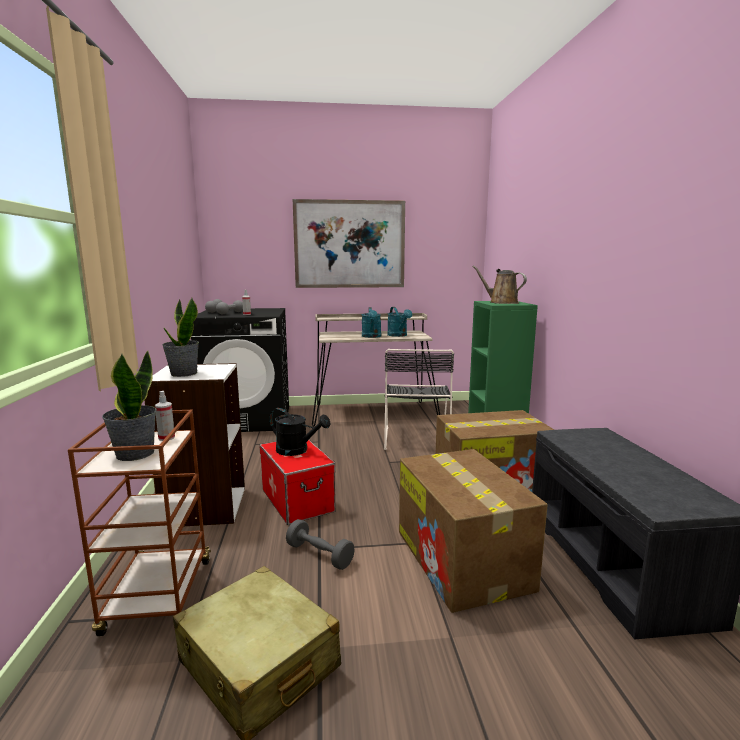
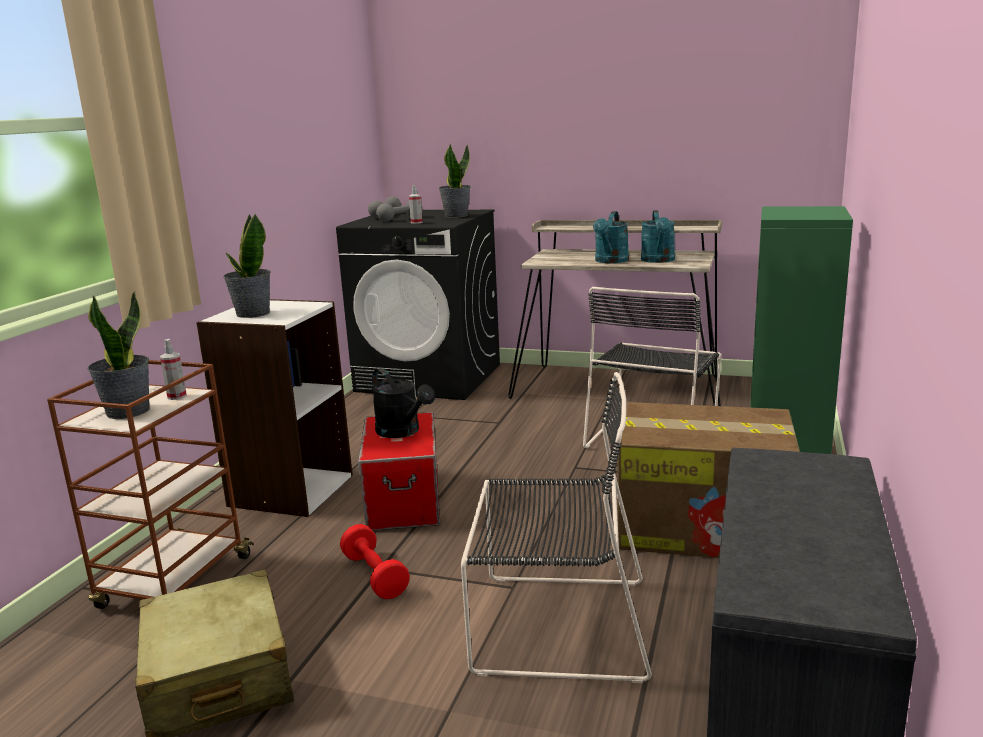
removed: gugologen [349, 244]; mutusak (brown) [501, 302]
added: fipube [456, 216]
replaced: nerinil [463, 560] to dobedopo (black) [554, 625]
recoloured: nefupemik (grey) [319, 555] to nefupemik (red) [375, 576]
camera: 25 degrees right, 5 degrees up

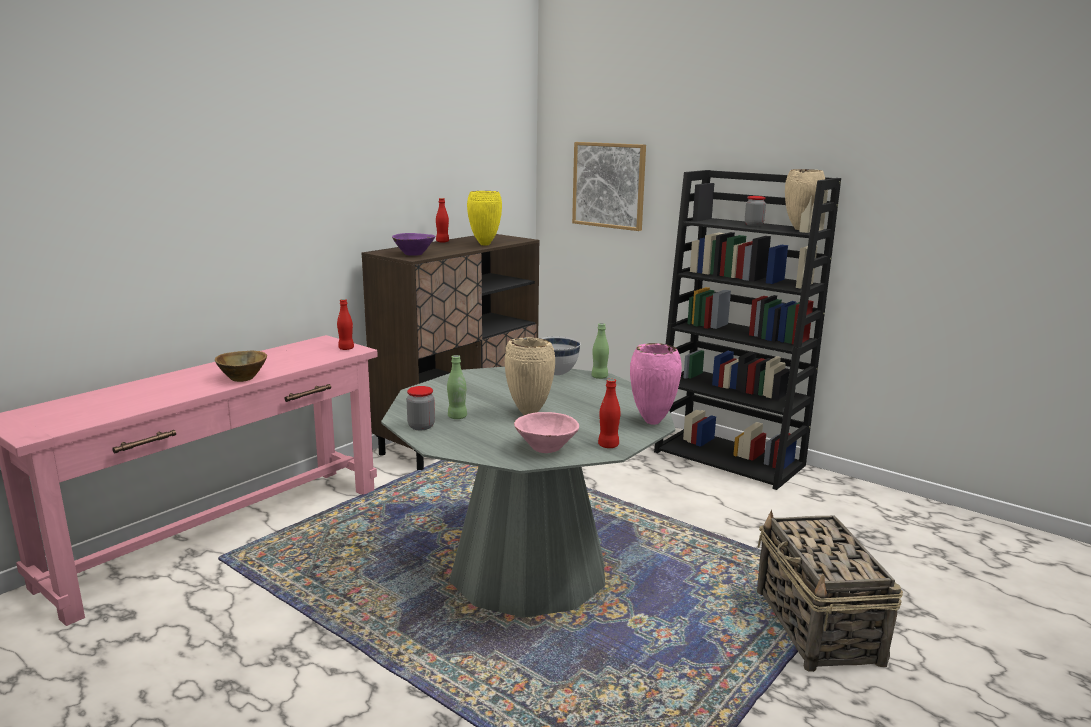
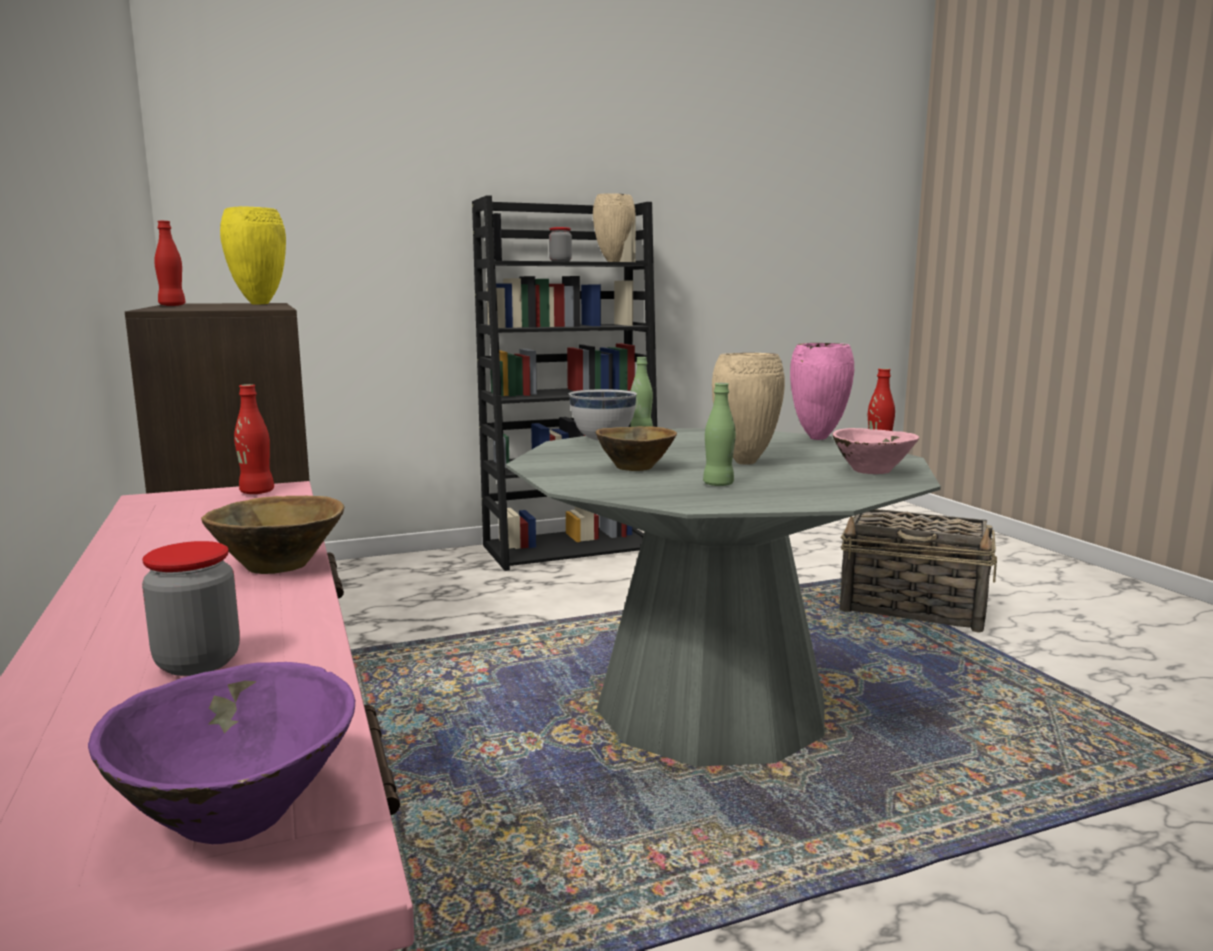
removed: gugologen [609, 185]
added: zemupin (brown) [636, 468]
moved: zemupin (purple) [414, 254] to [239, 813]; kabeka [421, 426] to [198, 662]
camera: 60 degrees left, 5 degrees down

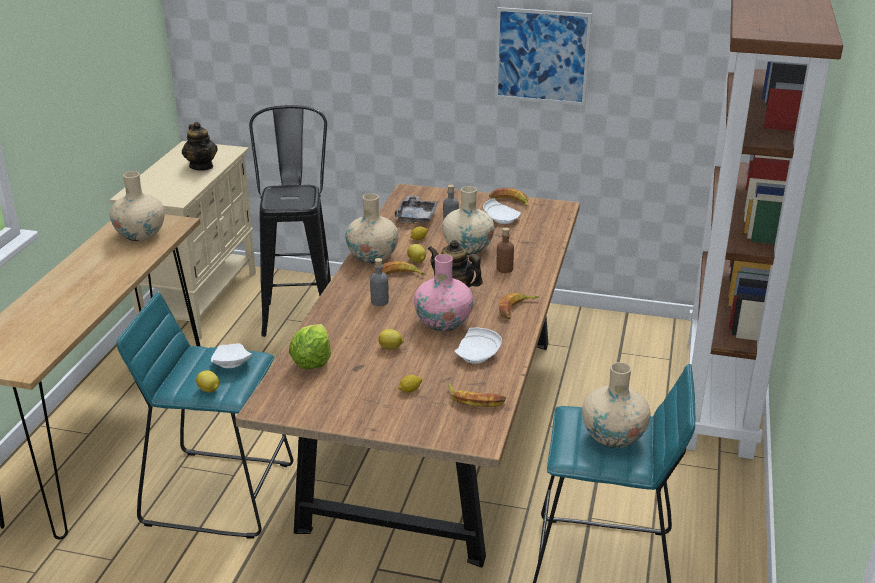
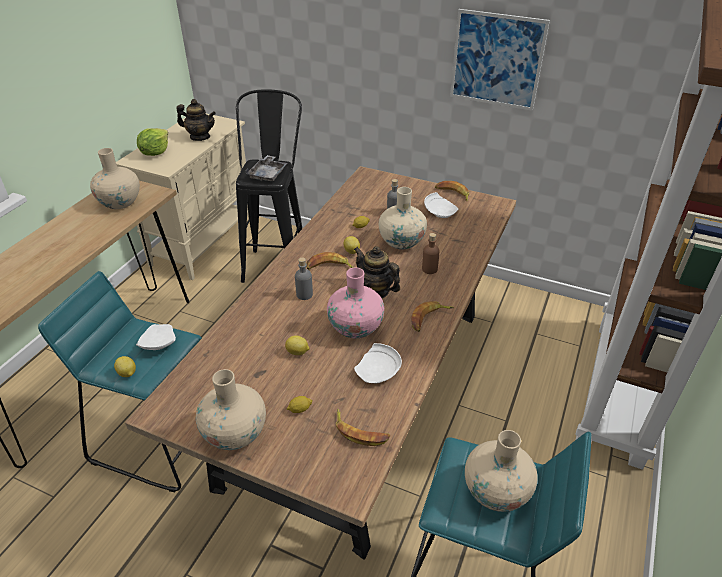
moved: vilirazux [312, 362] to [155, 152]; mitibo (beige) [372, 256] to [235, 433]; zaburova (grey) [416, 216] to [268, 174]
turned: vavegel [202, 166] = [200, 137] 60 degrees counterclockwise
camera: 10 degrees right, 10 degrees up

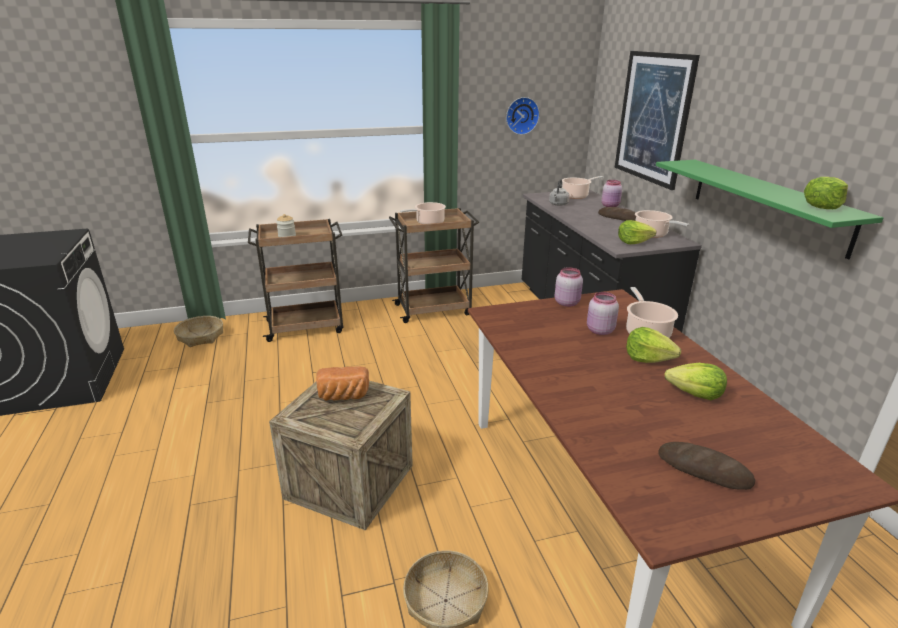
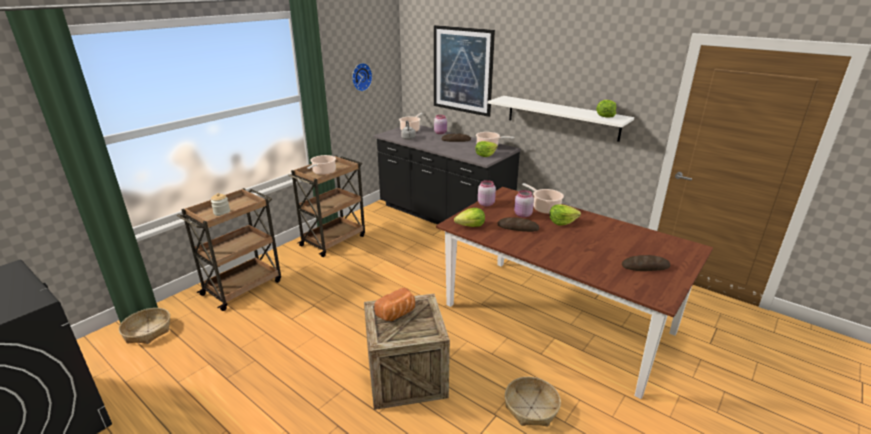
added: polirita [518, 227]
moved: vilirazux [695, 394] to [470, 226]
recoloured: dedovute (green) [766, 204] to dedovute (white) [562, 117]
camera: 35 degrees left, 0 degrees up

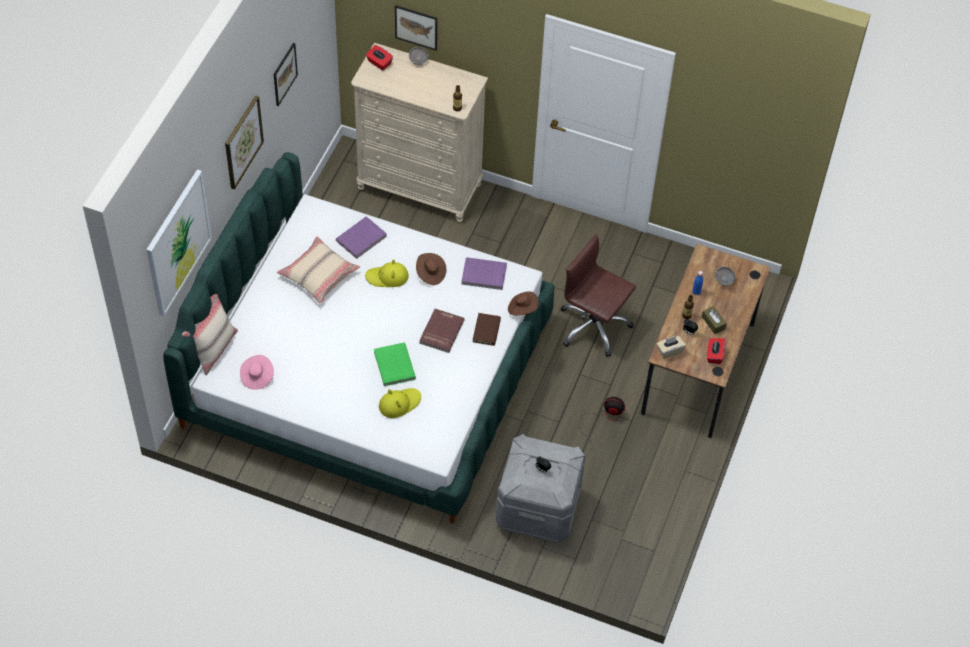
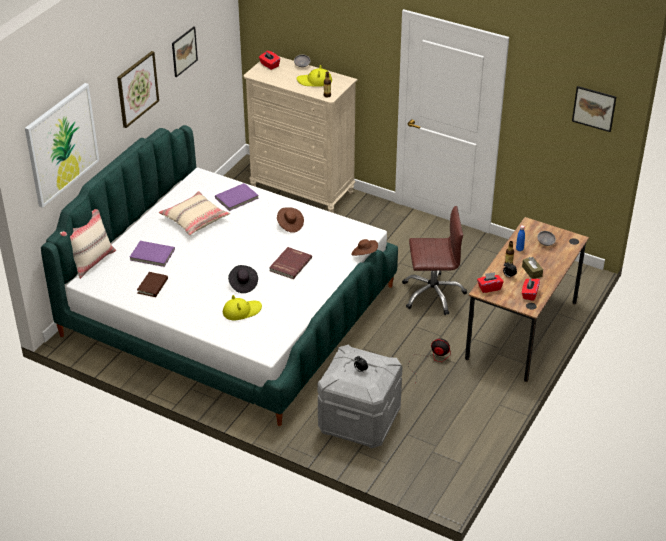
removed: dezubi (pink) [257, 377]
moved: dezubi (yellow) [387, 277] to [314, 81]; gugologen [416, 27] to [594, 108]; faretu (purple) [484, 275] to [152, 255]; faretu (brown) [486, 330] to [152, 286]
replaced: faretu (green) [393, 365] to dezubi (black) [243, 284]
recoloured: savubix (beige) [669, 351] to savubix (red) [489, 288]
turned: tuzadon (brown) [593, 327] = [432, 294] 135 degrees clockwise
camera: 10 degrees right, 15 degrees down

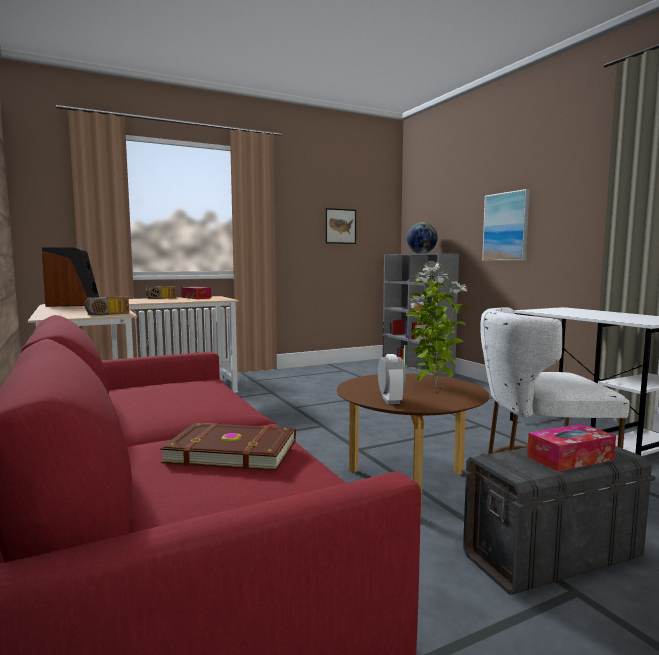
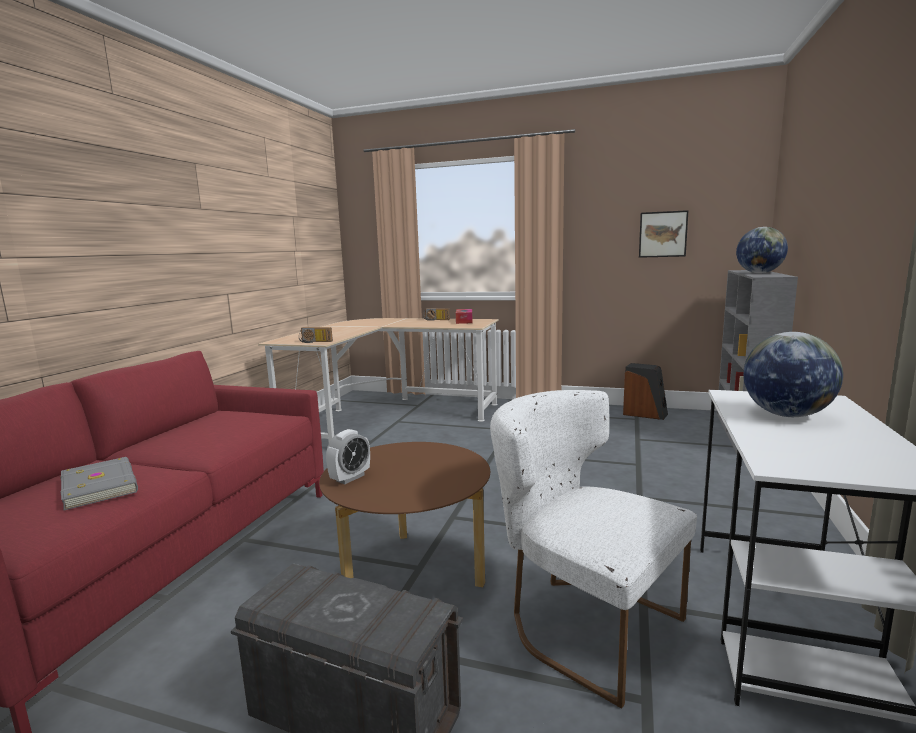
removed: fipube [433, 387]; gugologen [506, 226]; savubix [570, 458]
added: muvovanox [786, 415]
moved: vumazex [73, 305] to [645, 414]
recoloured: faretu (brown) [232, 450] to faretu (grey) [101, 485]
camera: 45 degrees right, 5 degrees up

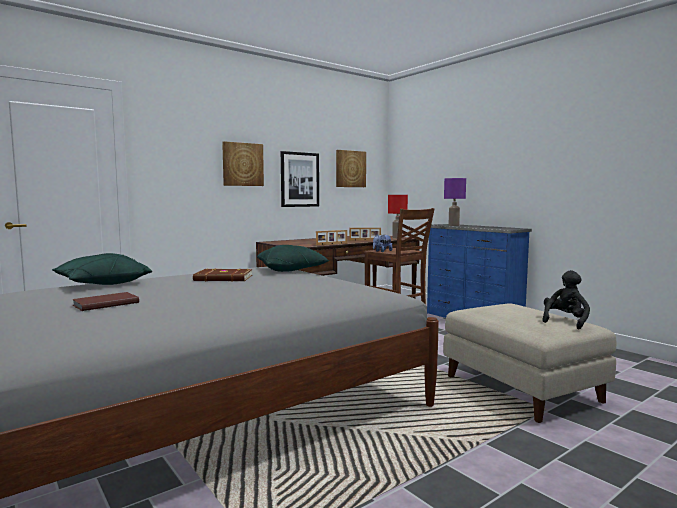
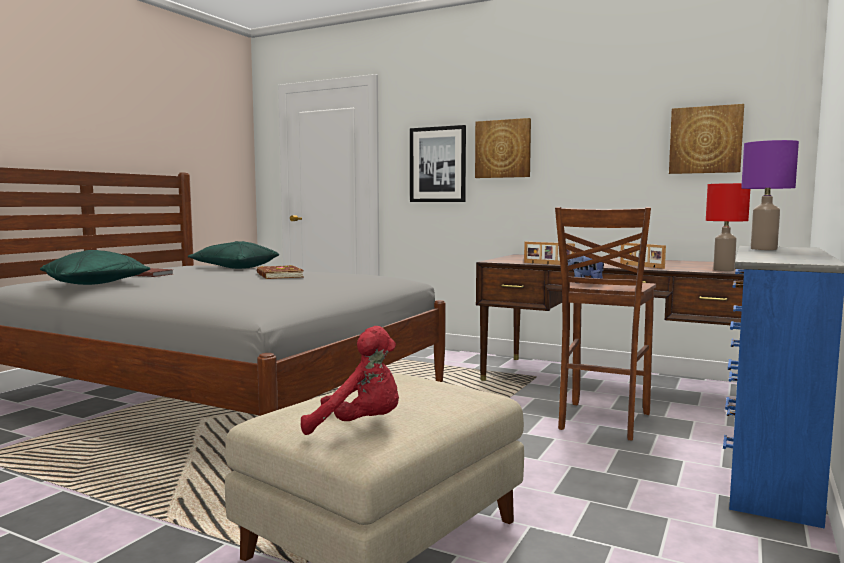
moved: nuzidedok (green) [292, 270] to [96, 284]; gugologen [299, 179] to [438, 164]
recoloured: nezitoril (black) [565, 321] to nezitoril (red) [359, 426]
camera: 65 degrees right, 0 degrees up

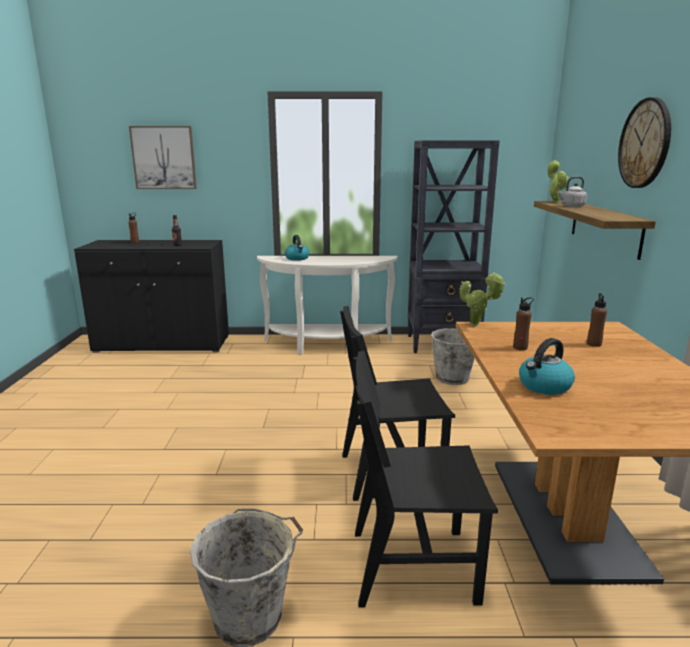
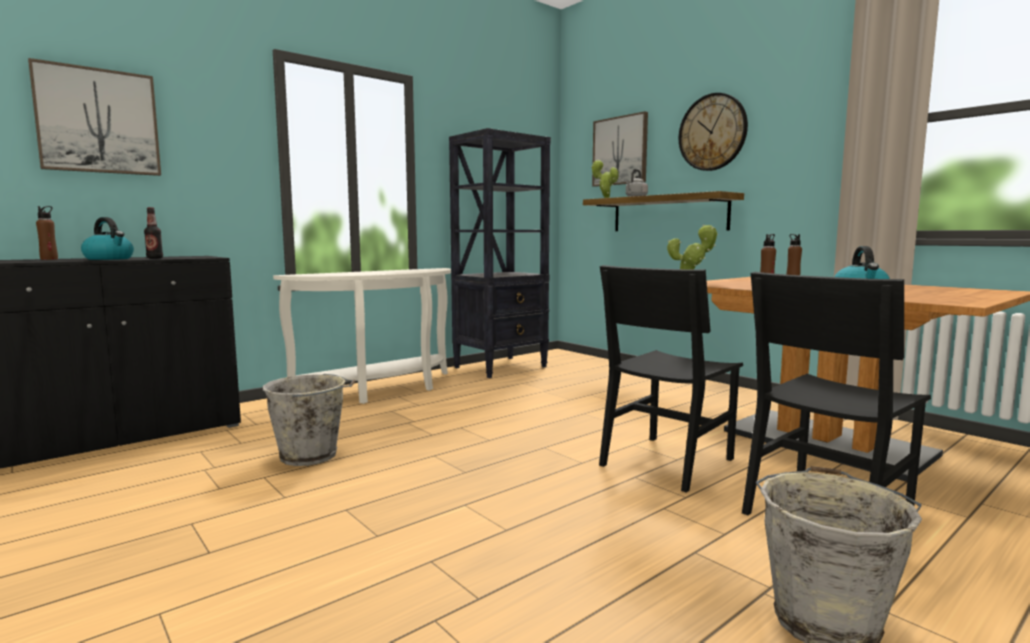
added: gugologen [620, 151]
moved: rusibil [297, 258] to [109, 259]; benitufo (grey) [453, 378] to [311, 456]
camera: 40 degrees left, 10 degrees down

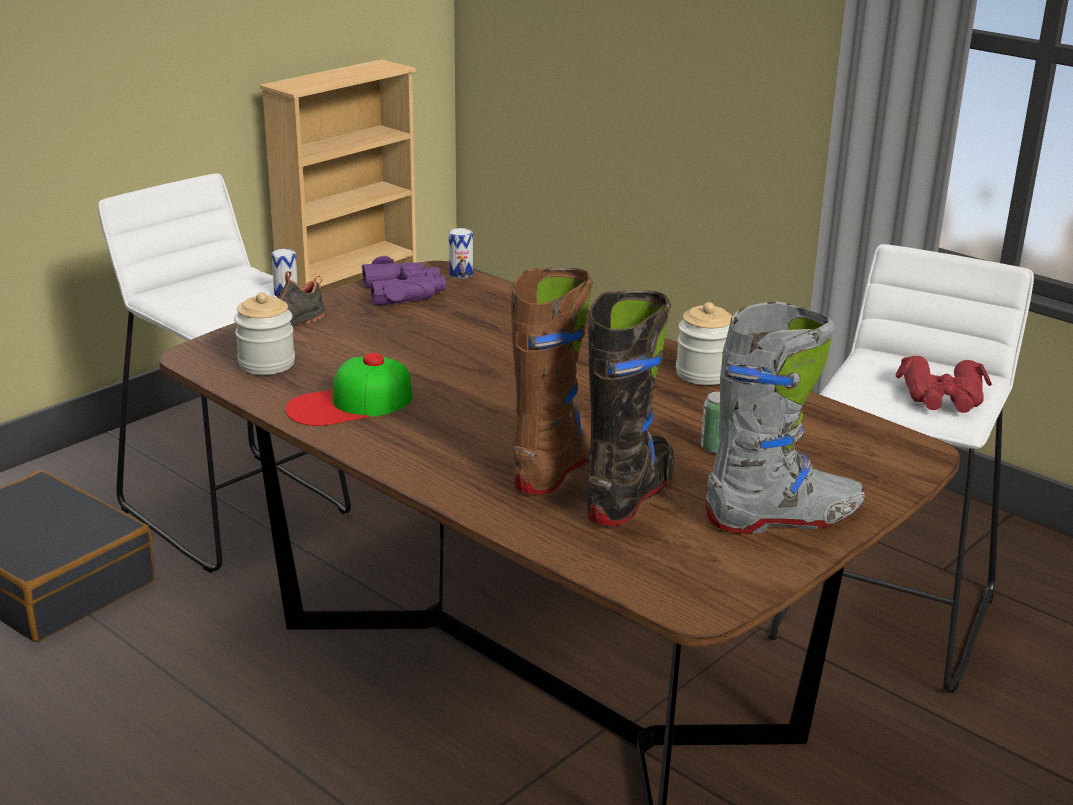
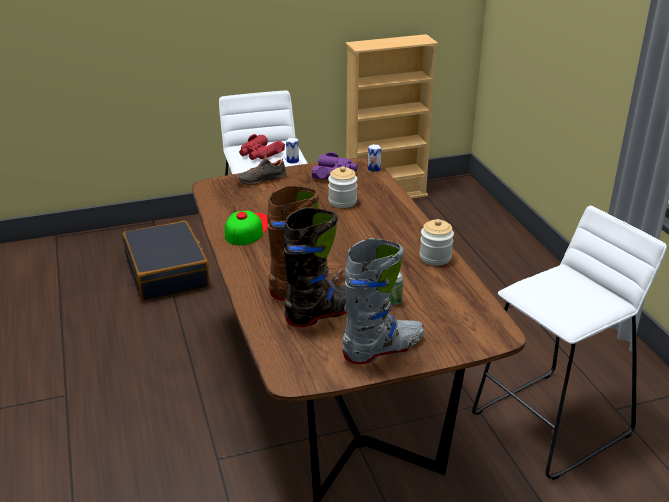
moved: kabeka [266, 364] to [342, 201]; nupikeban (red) [943, 397] to [260, 154]
turned: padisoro [349, 404] = [248, 228] 105 degrees clockwise; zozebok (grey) [783, 518] = [383, 349] 45 degrees counterclockwise
camera: 30 degrees right, 5 degrees up

